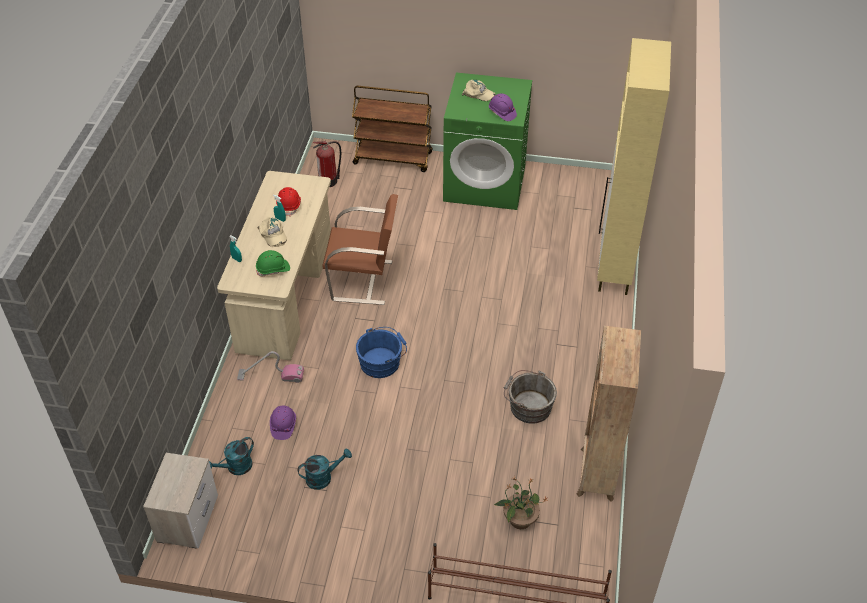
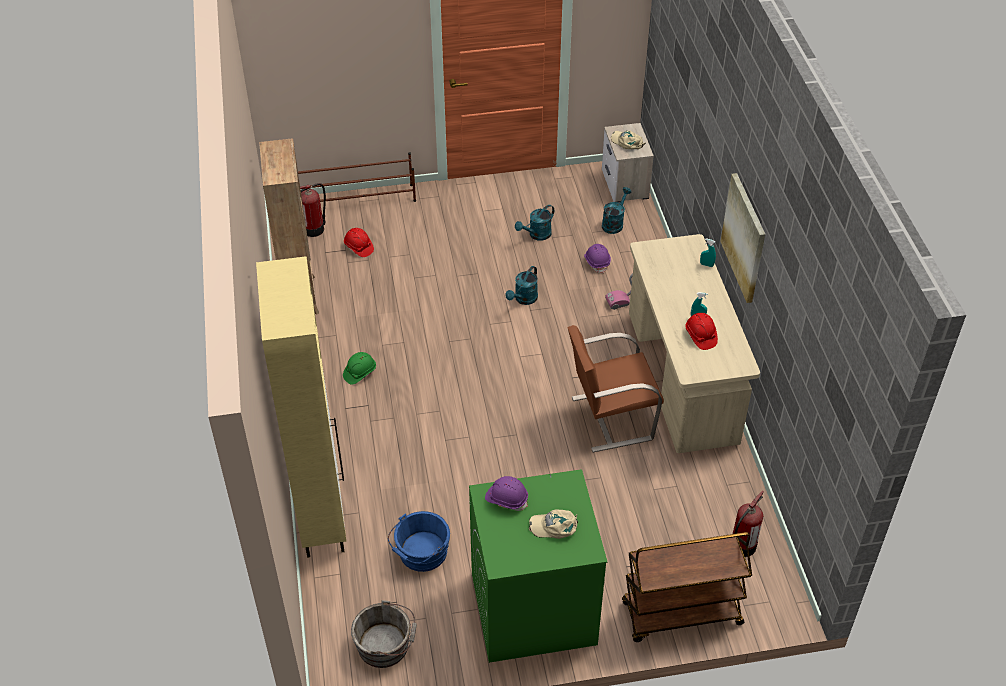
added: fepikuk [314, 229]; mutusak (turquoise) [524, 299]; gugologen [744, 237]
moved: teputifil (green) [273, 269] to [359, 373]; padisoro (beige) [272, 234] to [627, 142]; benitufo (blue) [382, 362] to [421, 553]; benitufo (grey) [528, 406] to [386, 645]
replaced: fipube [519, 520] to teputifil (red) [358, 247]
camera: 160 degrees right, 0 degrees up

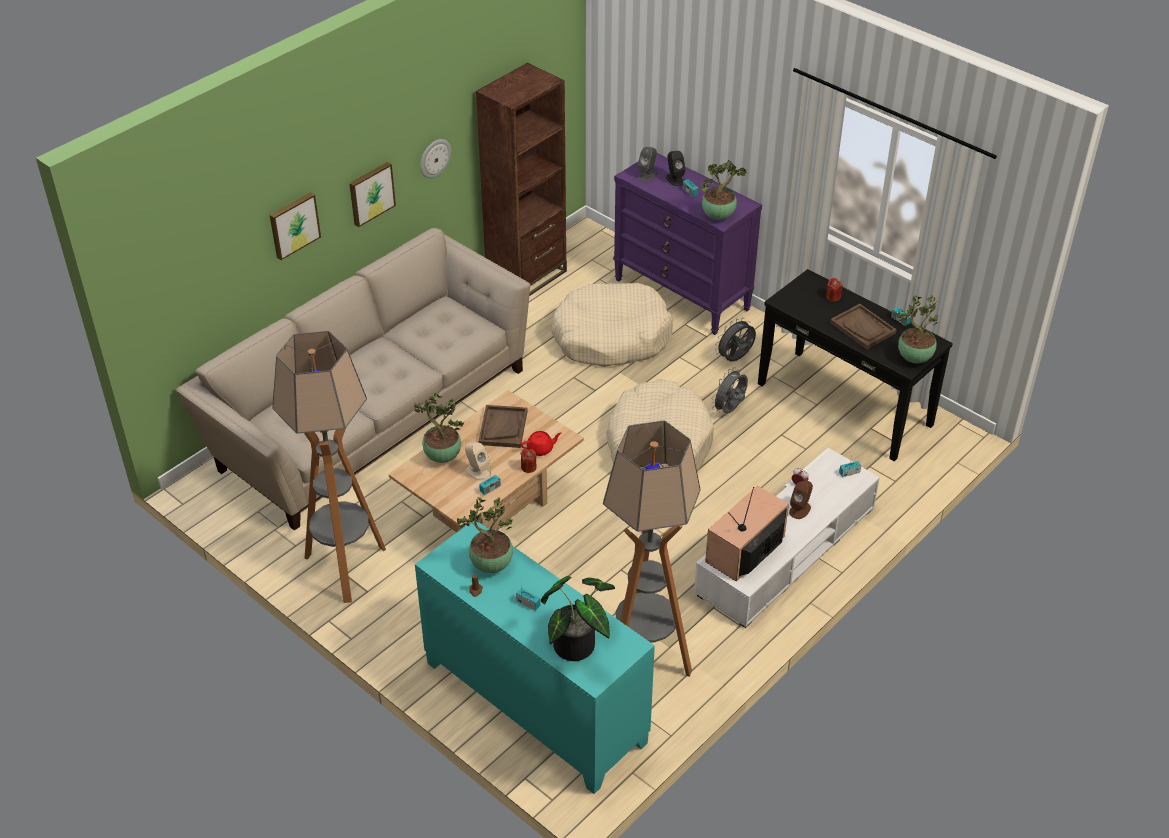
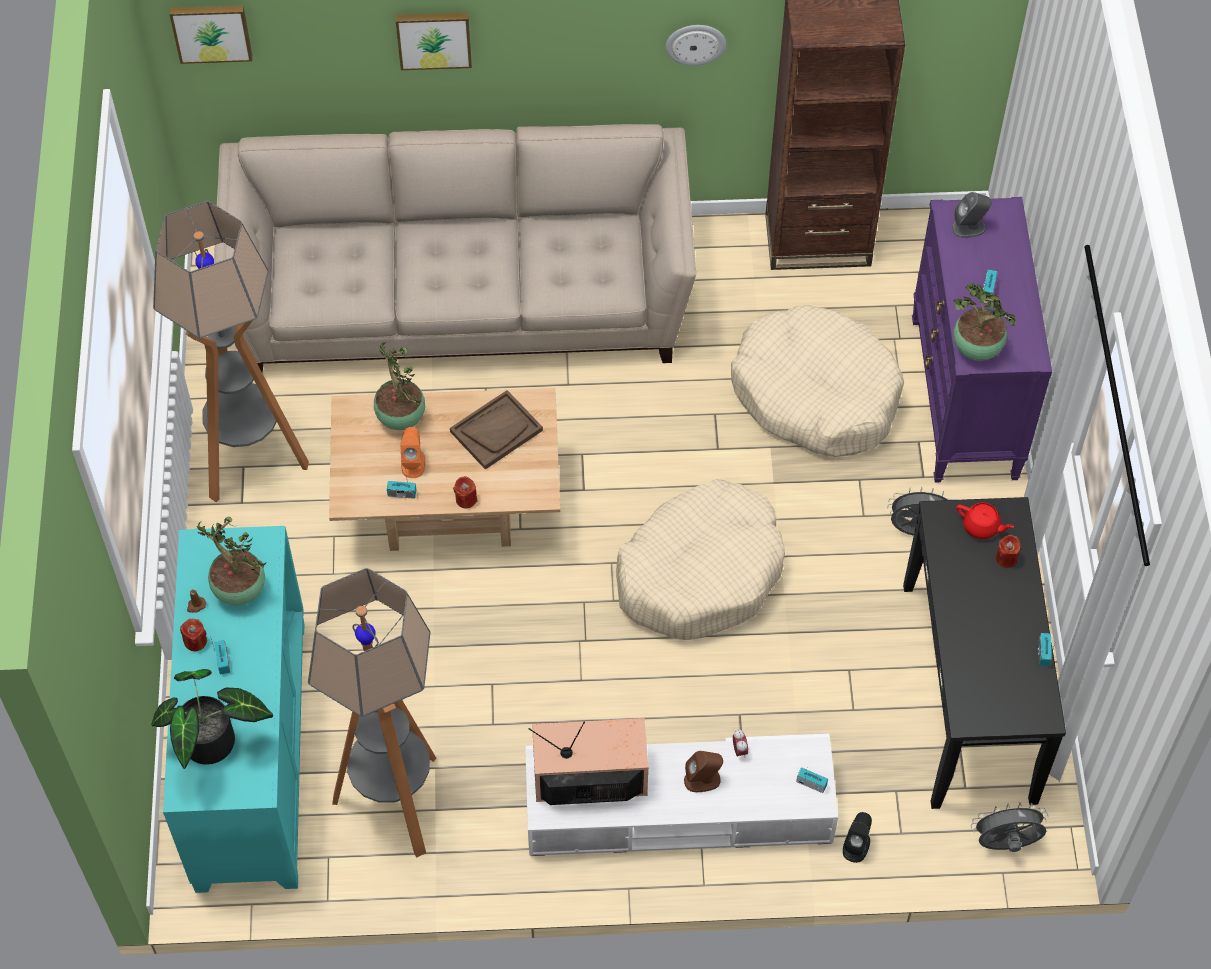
removed: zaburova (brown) [863, 328]; fipube [913, 359]
added: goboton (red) [195, 641]
moved: gugologen [370, 193] to [211, 31]; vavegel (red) [540, 449] to [981, 527]; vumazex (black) [674, 179] to [856, 845]; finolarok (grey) [729, 410] to [1005, 844]
recoloured: vumazex (beige) [477, 471] to vumazex (orange) [413, 463]
camera: 45 degrees right, 15 degrees up

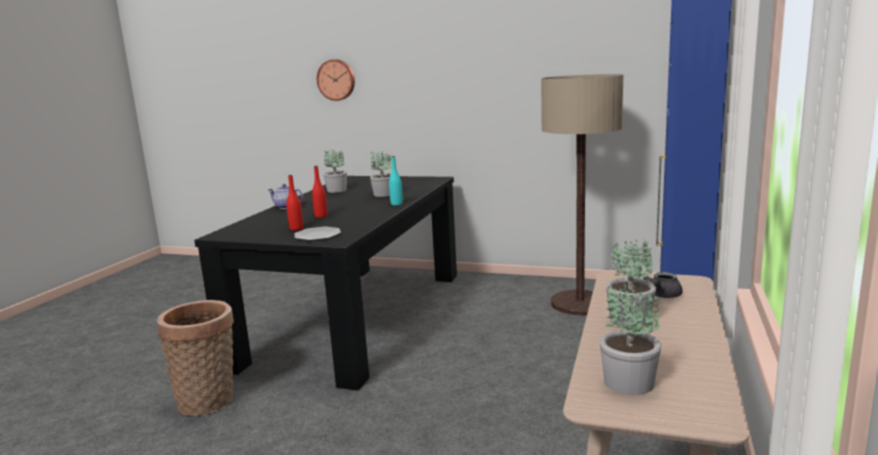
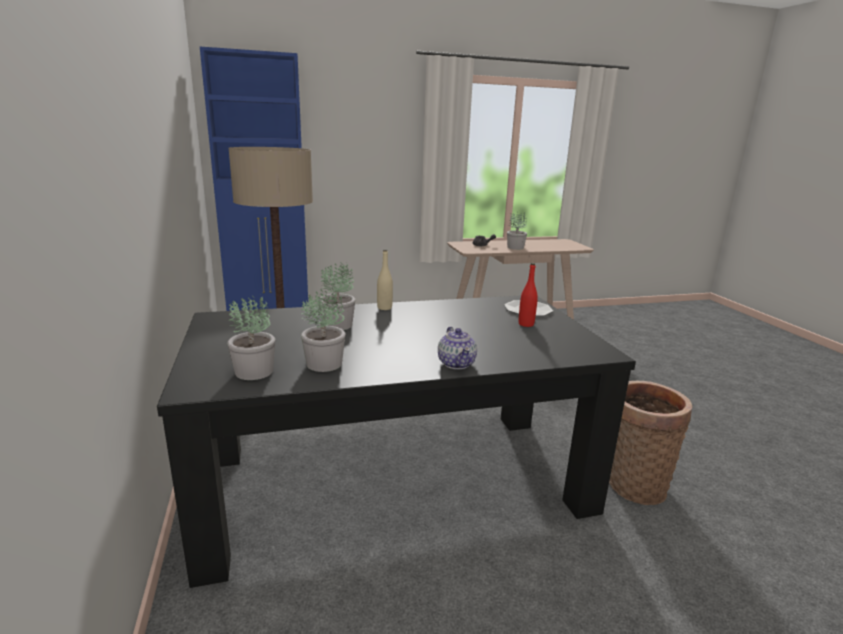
removed: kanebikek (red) [321, 216]; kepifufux [336, 80]
moved: fipube [628, 383] to [255, 372]
recoloured: kanebikek (turquoise) [396, 204] to kanebikek (beige) [384, 308]
camera: 125 degrees left, 5 degrees up

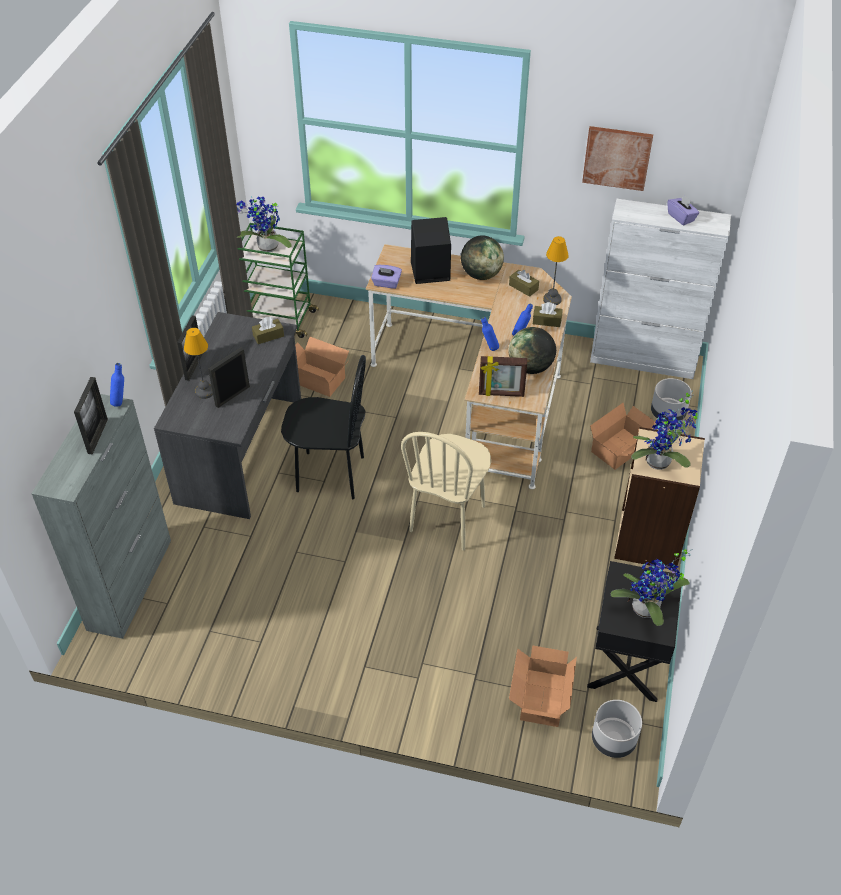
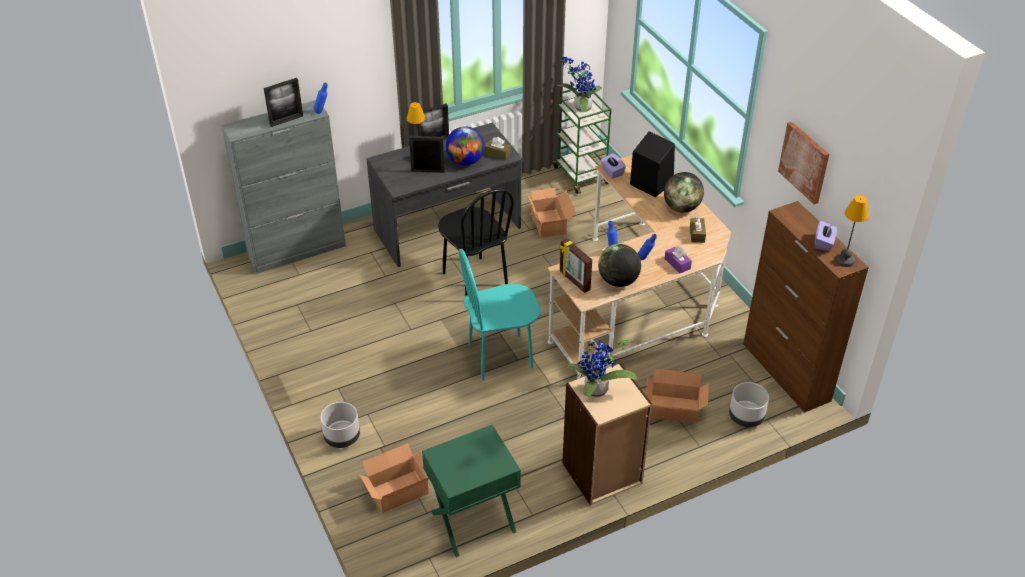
removed: fipube [647, 611]
added: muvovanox [465, 161]
moved: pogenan [552, 300] to [844, 260]; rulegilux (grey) [613, 740] to [342, 437]
recoloured: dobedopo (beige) [448, 519] to dobedopo (turquoise) [500, 356]; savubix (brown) [547, 321] to savubix (purple) [677, 264]; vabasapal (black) [627, 663] to vabasapal (green) [473, 522]; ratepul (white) [643, 360] to ratepul (brown) [786, 372]
camera: 50 degrees right, 5 degrees down

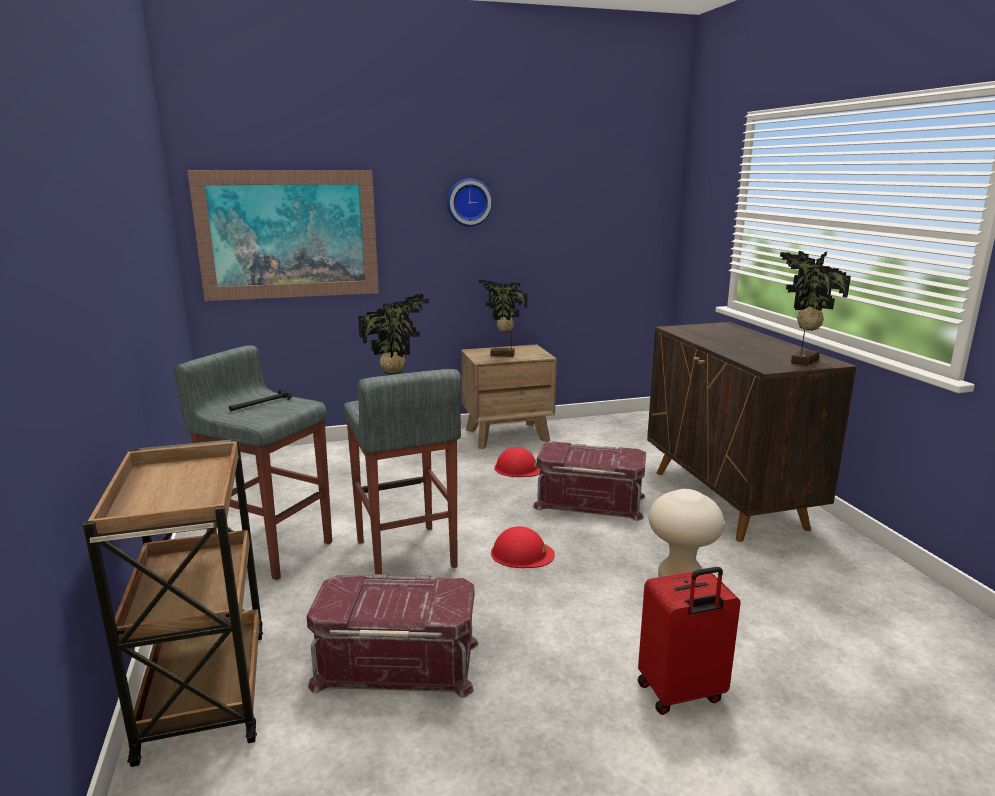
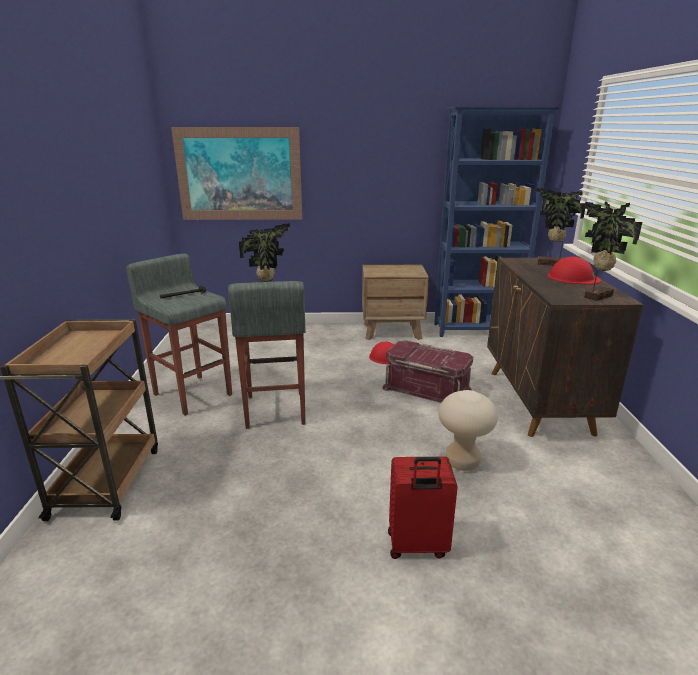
removed: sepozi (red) [397, 662]; kepifufux [468, 202]
added: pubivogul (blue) [477, 330]
moved: fipube [503, 355] to [550, 264]; teputifil (red) [522, 553] to [573, 278]
camera: 15 degrees right, 5 degrees up

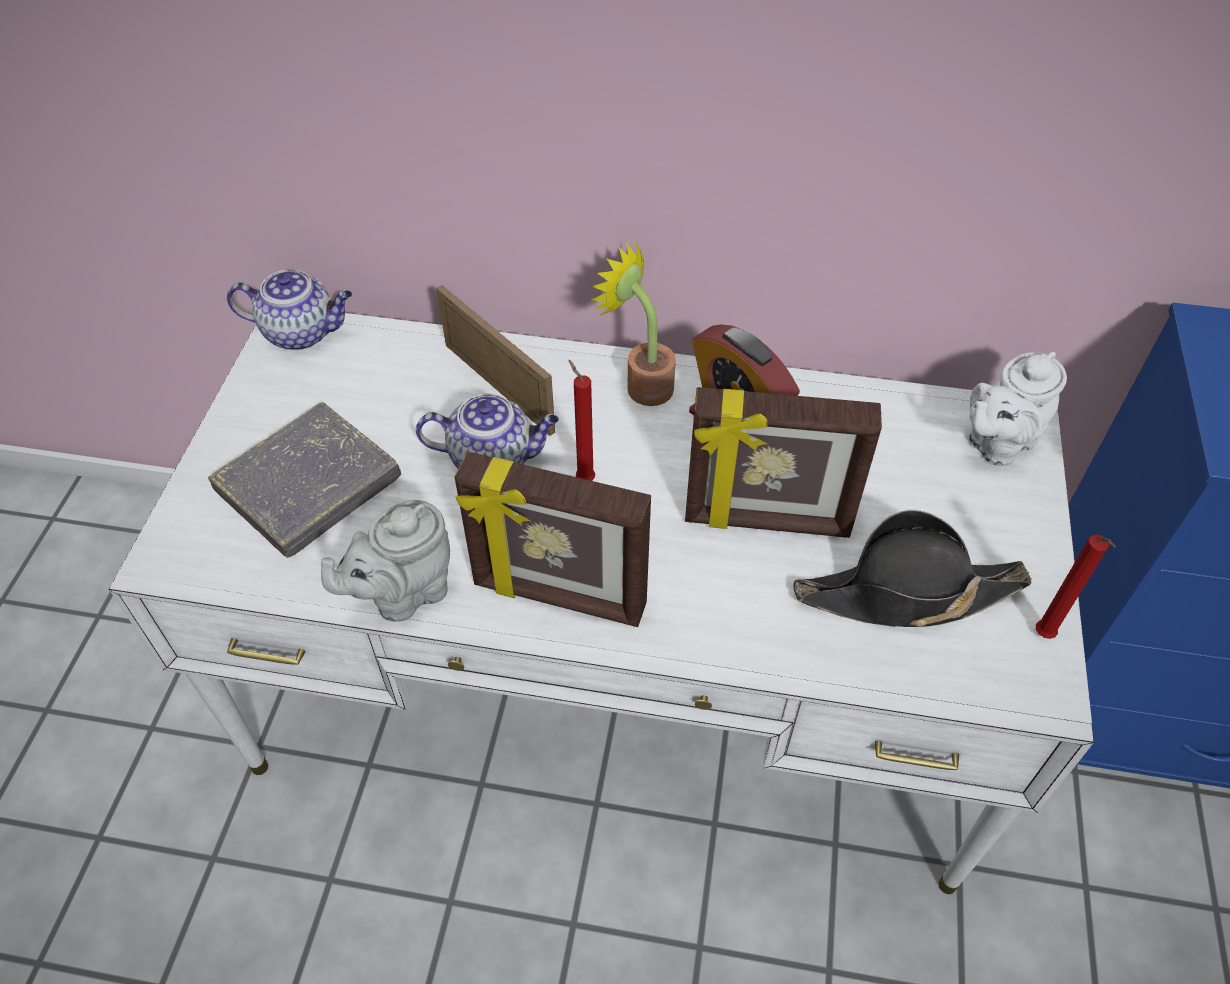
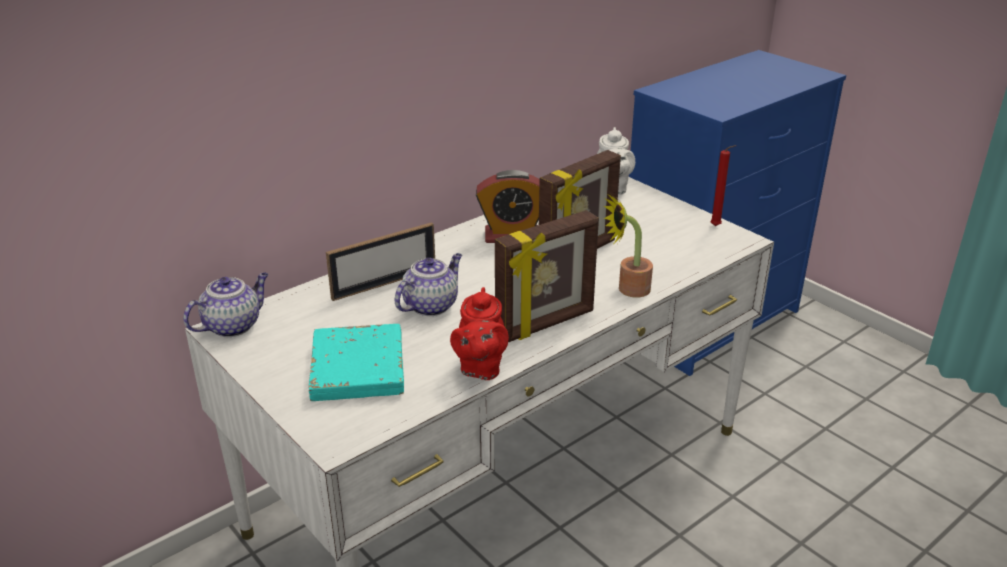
removed: goboton (red) [583, 478]; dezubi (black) [906, 593]
moved: fipube [642, 384] to [627, 289]
recoloured: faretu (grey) [309, 485] to faretu (turquoise) [358, 368]; vavegel (grey) [404, 593] to vavegel (red) [480, 368]
turned: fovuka [498, 387] = [384, 283] 150 degrees clockwise
camera: 50 degrees left, 20 degrees down

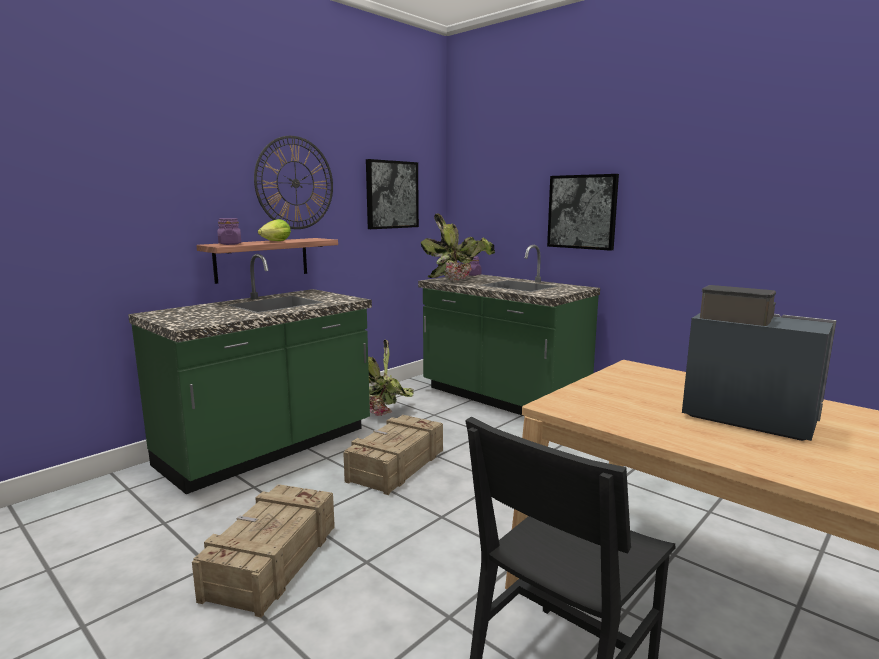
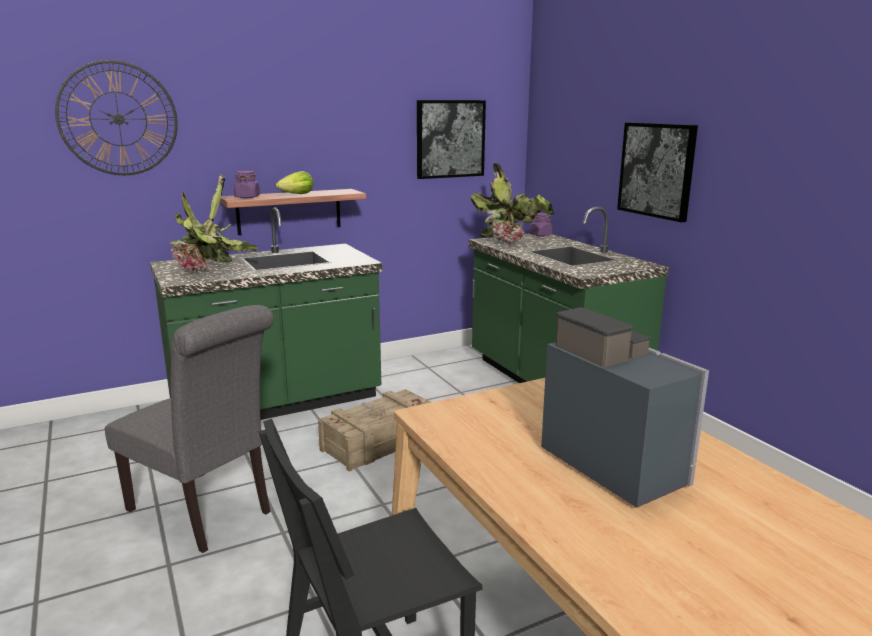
moved: kepifufux [295, 183] to [118, 119]; fipube [388, 413] to [211, 271]
replaced: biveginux [271, 561] to dobedopo (grey) [205, 513]
camera: 20 degrees right, 5 degrees up

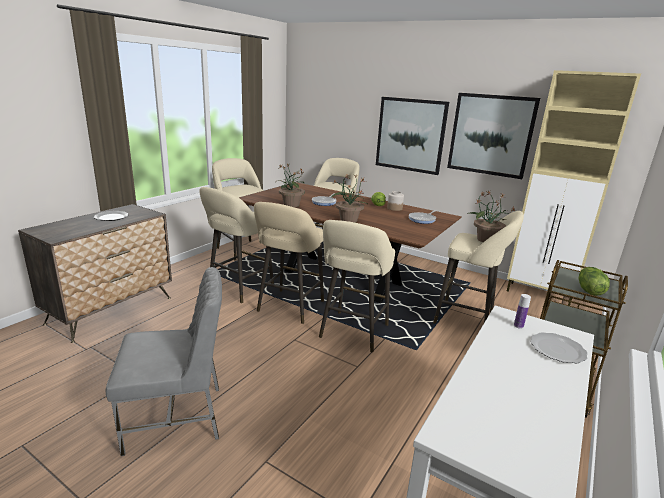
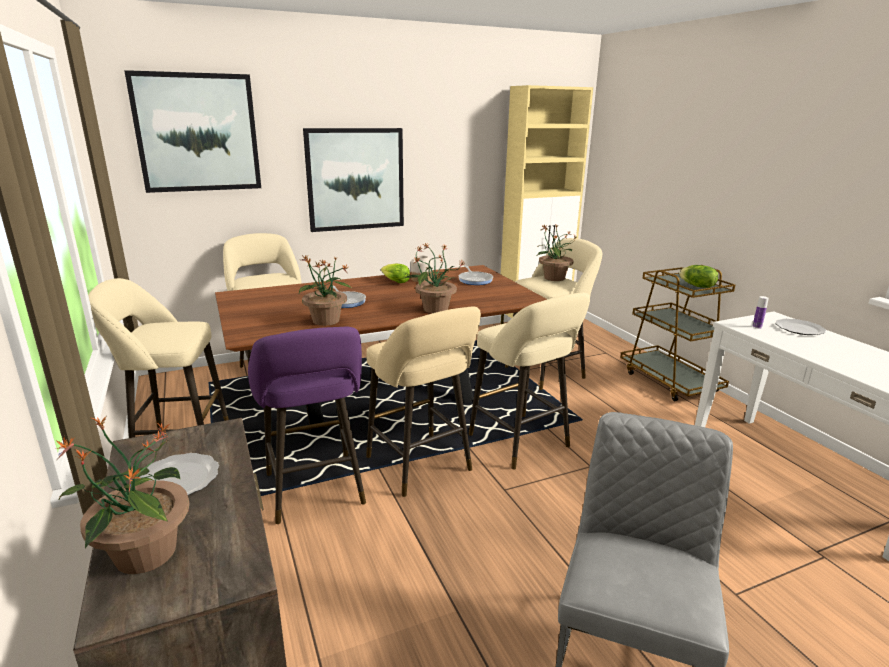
added: fipube [144, 555]
moved: gugologen [490, 135] to [197, 133]
recoloured: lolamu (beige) [238, 289] to lolamu (purple) [316, 493]
camera: 55 degrees left, 0 degrees up

